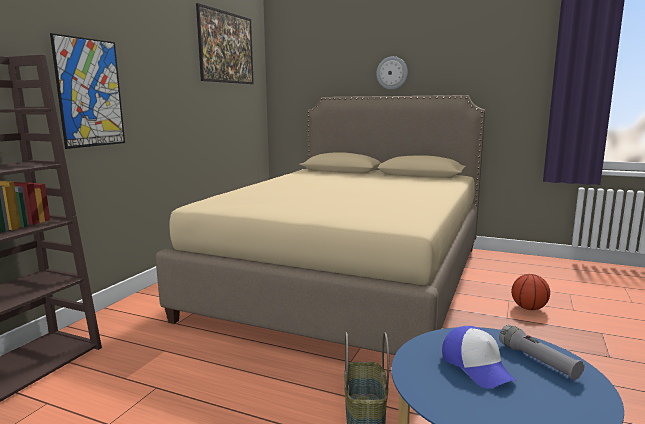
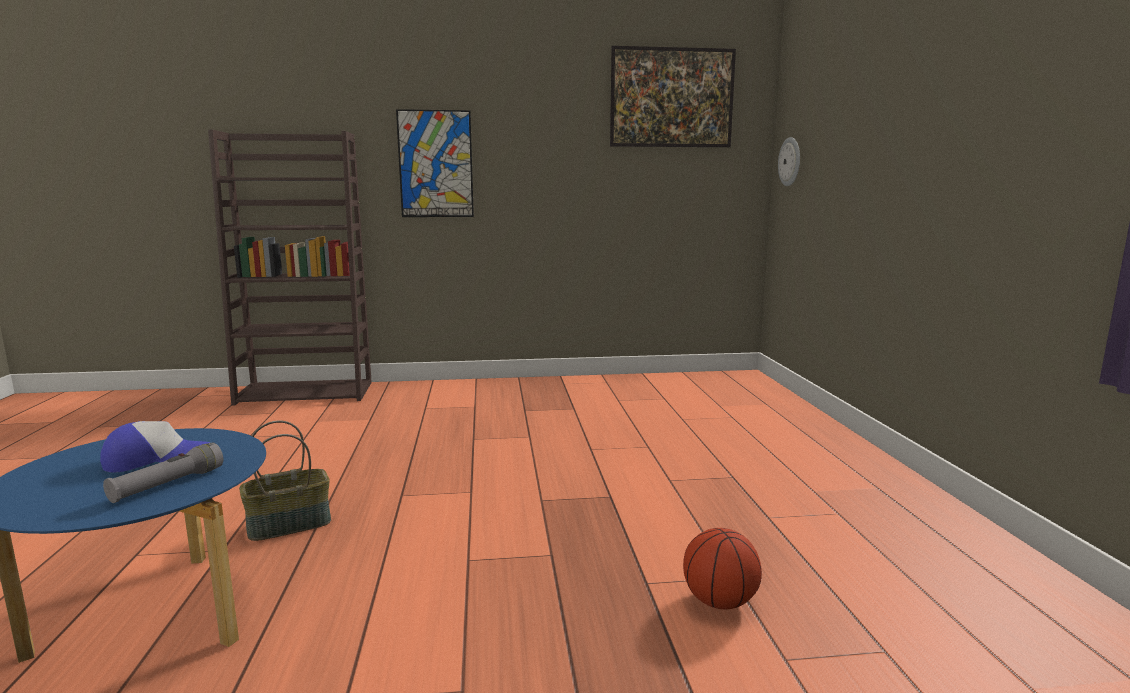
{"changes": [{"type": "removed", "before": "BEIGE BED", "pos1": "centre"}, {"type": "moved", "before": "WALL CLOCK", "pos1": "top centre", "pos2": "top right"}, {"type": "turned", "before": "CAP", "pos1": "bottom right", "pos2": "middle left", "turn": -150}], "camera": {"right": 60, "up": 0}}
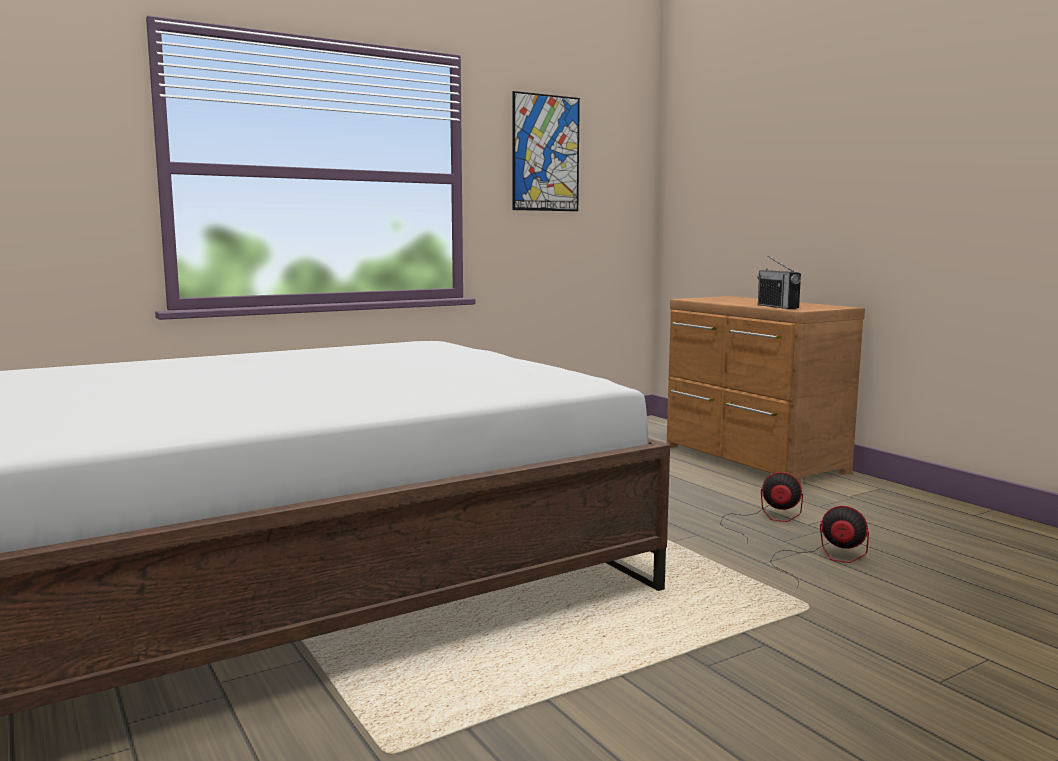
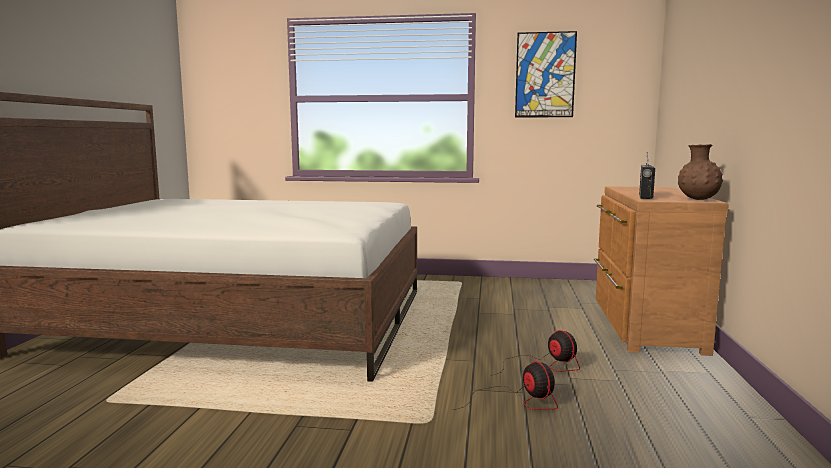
{"changes": [{"type": "added", "after": "BROWN VASE", "pos2": "middle right"}], "camera": {"right": 40, "up": 0}}
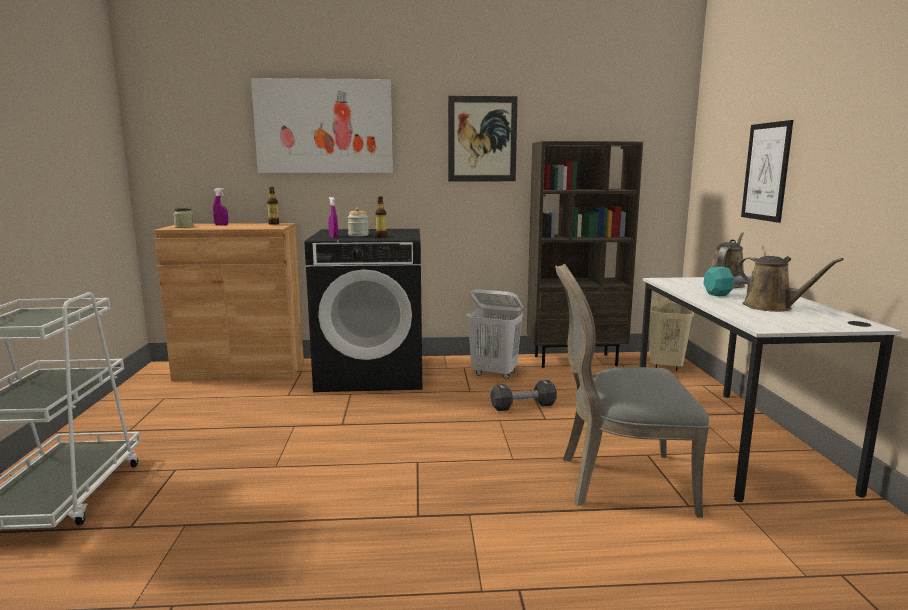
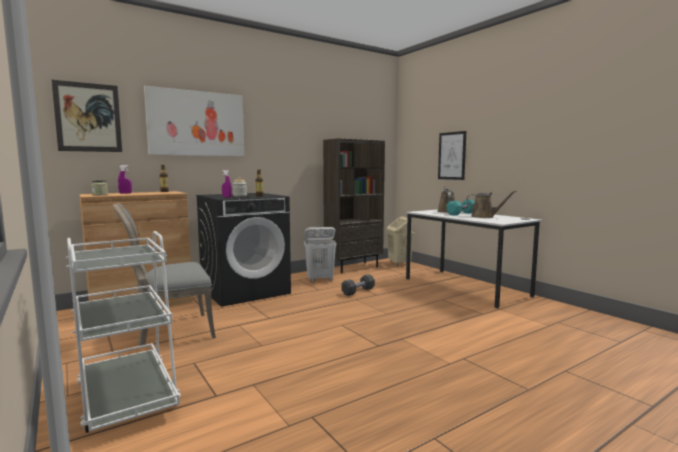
{"changes": [{"type": "moved", "before": "PICTURE (2nd from left in the first image)", "after": "PICTURE (1st from left)", "pos1": "top centre", "pos2": "top left"}, {"type": "moved", "before": "GREY CHAIR", "pos1": "middle right", "pos2": "middle left"}], "camera": {"right": -30, "up": -5}}
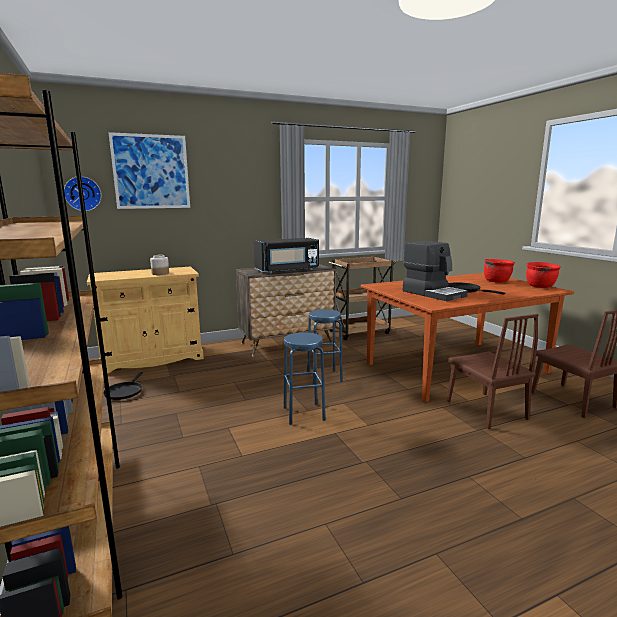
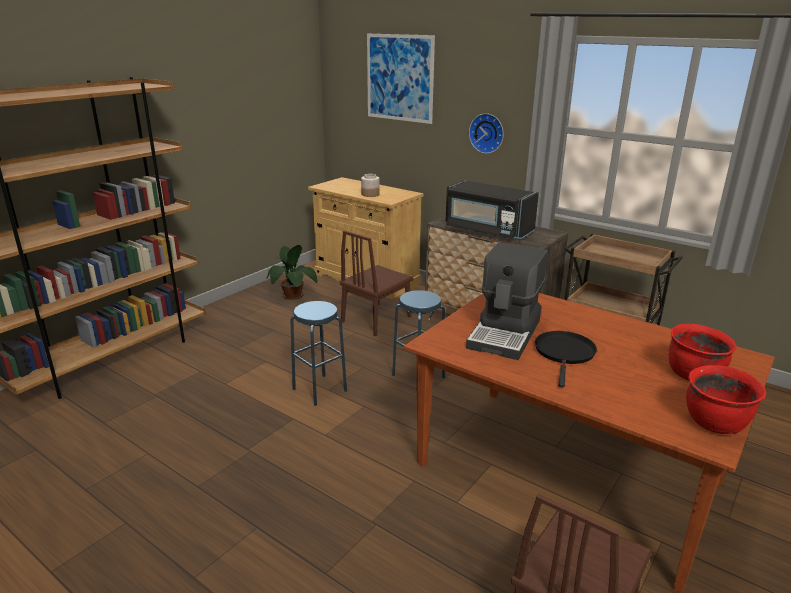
{"changes": [{"type": "moved", "before": "WALL CLOCK", "pos1": "top left", "pos2": "top centre"}, {"type": "replaced", "before": "BLACK FRYING PAN (1st from left)", "after": "POTTED PLANT", "pos1": "middle left", "pos2": "centre"}, {"type": "moved", "before": "BROWN CHAIR (1st from left)", "pos1": "middle right", "pos2": "centre"}], "camera": {"right": 60, "up": 10}}
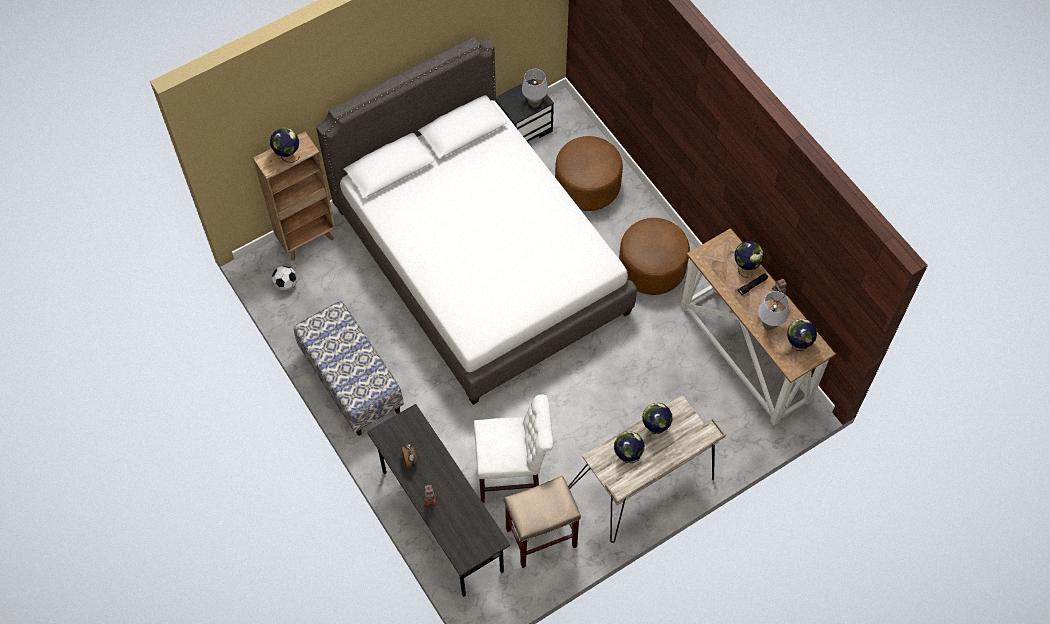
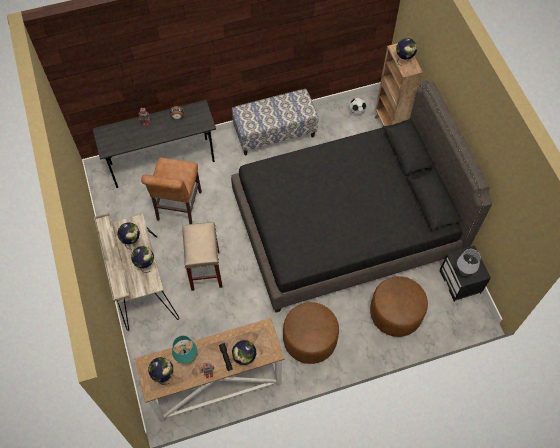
{"changes": [{"type": "recoloured", "before": "WHITE BED", "after": "BLACK BED", "pos1": "centre", "pos2": "centre"}, {"type": "recoloured", "before": "WHITE CHAIR", "after": "BROWN CHAIR", "pos1": "bottom centre", "pos2": "middle left"}, {"type": "moved", "before": "BEIGE STOOL", "pos1": "bottom centre", "pos2": "centre"}, {"type": "recoloured", "before": "GREY TABLE LAMP (2nd from left)", "after": "TURQUOISE TABLE LAMP", "pos1": "middle right", "pos2": "bottom left"}], "camera": {"right": 105, "up": 0}}
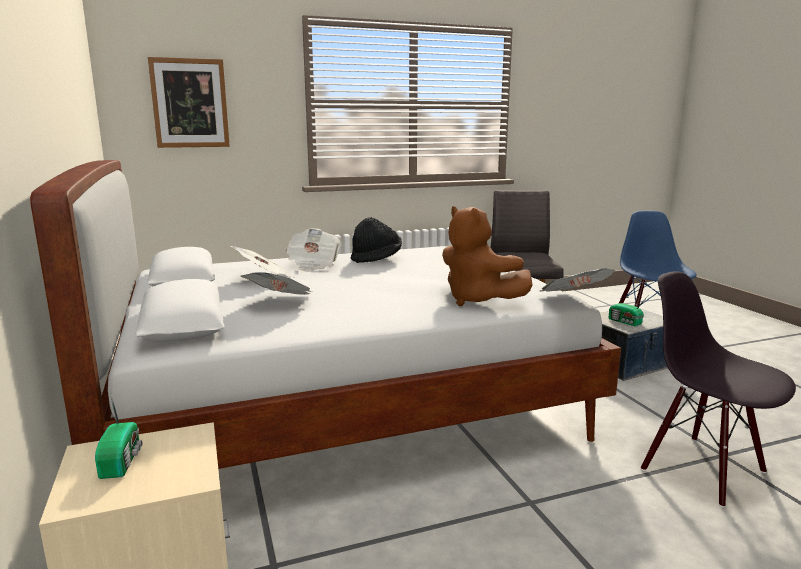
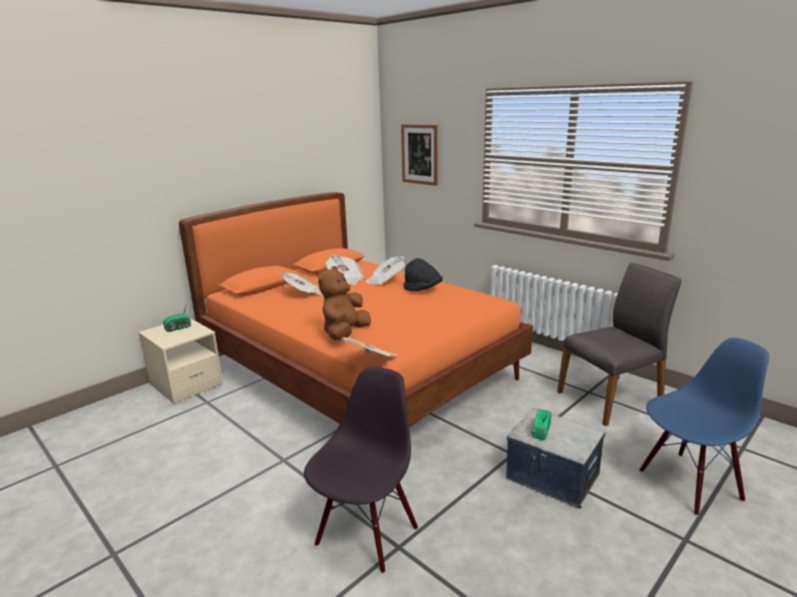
{"changes": [{"type": "recoloured", "before": "WHITE BED", "after": "ORANGE BED", "pos1": "centre", "pos2": "centre"}], "camera": {"right": 65, "up": 5}}
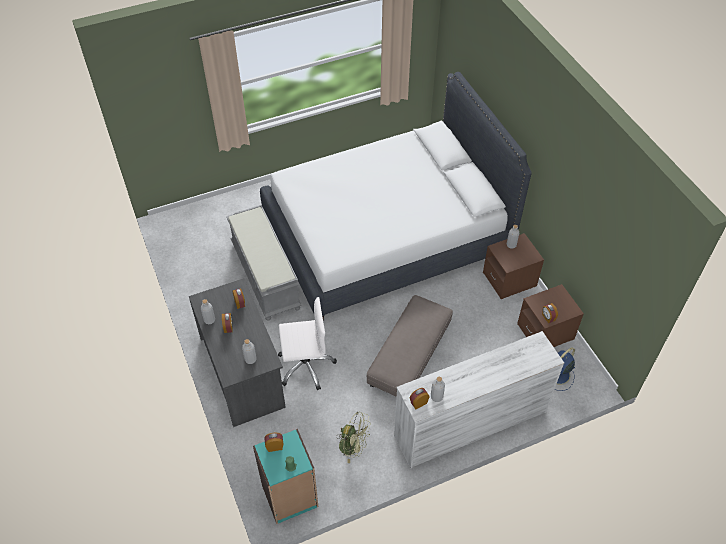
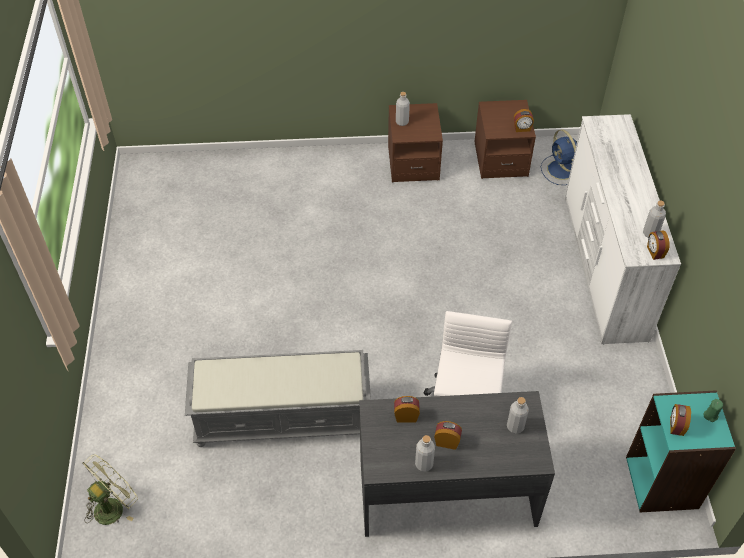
{"changes": [{"type": "removed", "before": "WHITE BED", "pos1": "centre"}, {"type": "moved", "before": "GREEN FAN", "pos1": "bottom centre", "pos2": "bottom left"}, {"type": "removed", "before": "GREY OTTOMAN", "pos1": "centre"}], "camera": {"right": -70, "up": 0}}
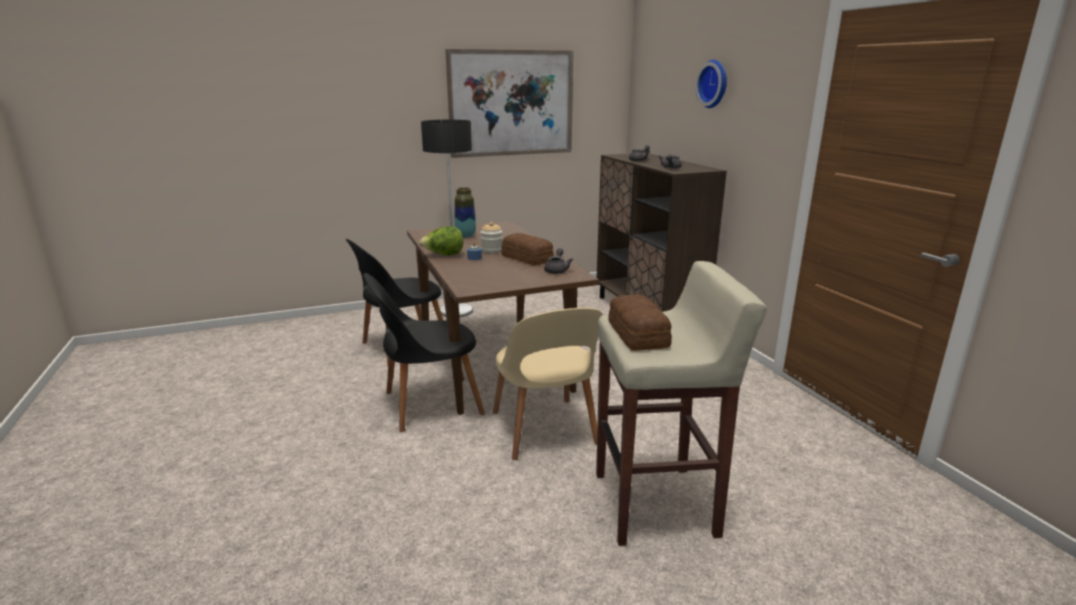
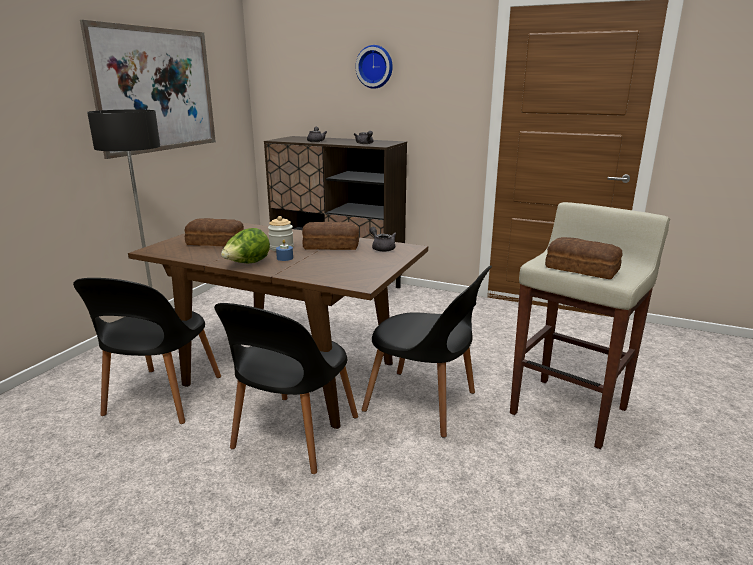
{"changes": [{"type": "replaced", "before": "VASE", "after": "BREAD (1st from left)", "pos1": "centre", "pos2": "middle left"}, {"type": "recoloured", "before": "BEIGE CHAIR", "after": "BLACK CHAIR (3rd from left)", "pos1": "centre", "pos2": "centre"}], "camera": {"right": -45, "up": 0}}
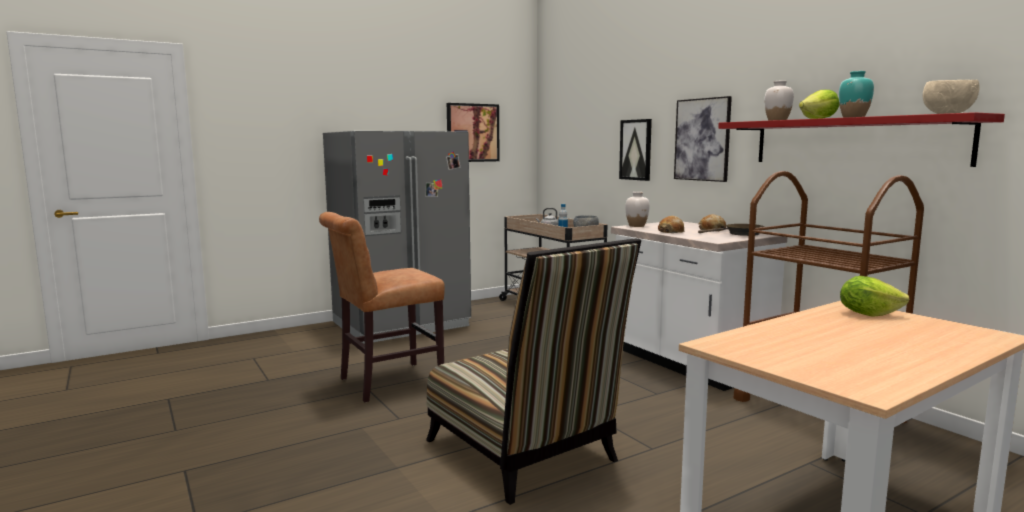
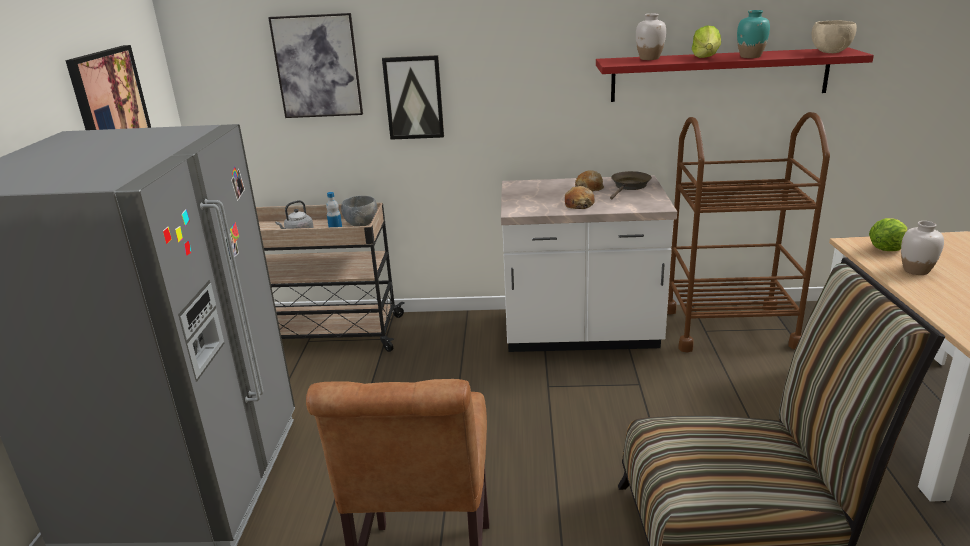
{"changes": [{"type": "moved", "before": "WHITE VASE (1st from left in the first image)", "after": "WHITE VASE (2nd from left)", "pos1": "centre", "pos2": "middle right"}, {"type": "moved", "before": "PICTURE (3rd from left in the first image)", "after": "PICTURE (2nd from left)", "pos1": "top right", "pos2": "top left"}], "camera": {"right": -55, "up": 15}}
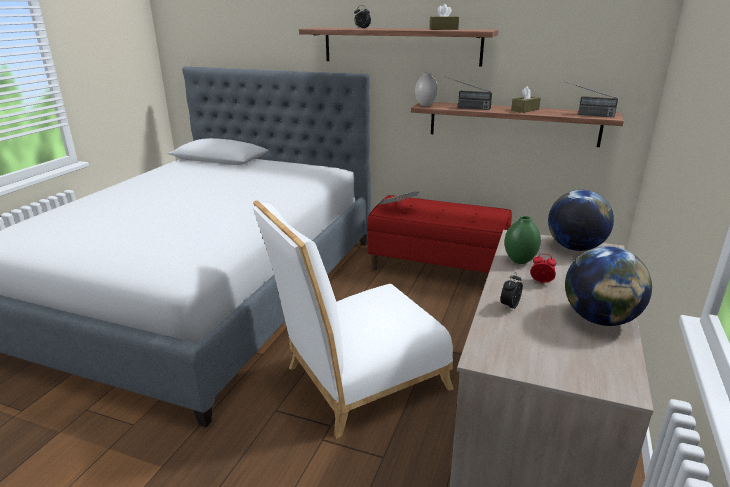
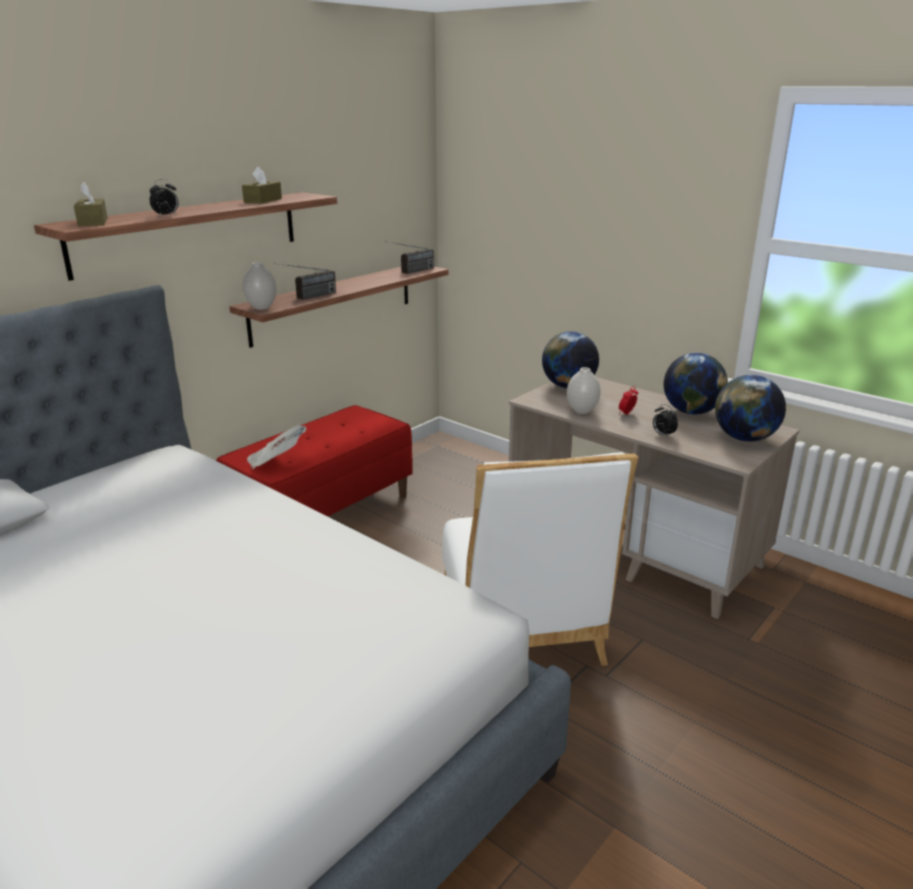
{"changes": [{"type": "recoloured", "before": "GREEN VASE", "after": "WHITE VASE (2nd from left)", "pos1": "middle right", "pos2": "centre"}, {"type": "moved", "before": "BROWN TISSUE BOX (2nd from left in the first image)", "after": "BROWN TISSUE BOX (1st from left)", "pos1": "top right", "pos2": "top left"}, {"type": "added", "after": "GLOBE (3rd from left)", "pos2": "middle right"}], "camera": {"right": -70, "up": 0}}
